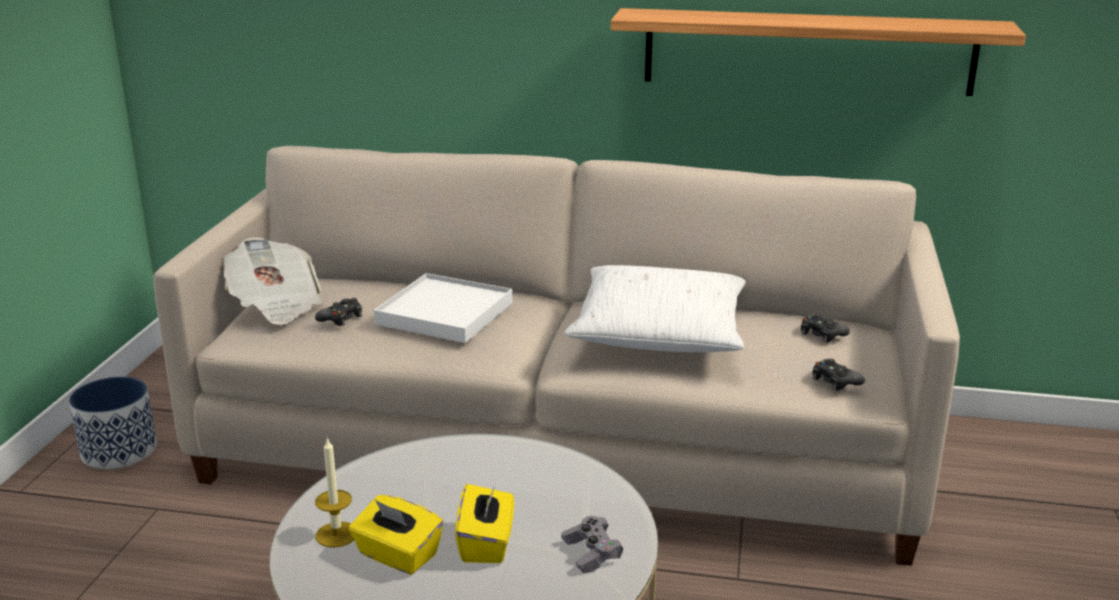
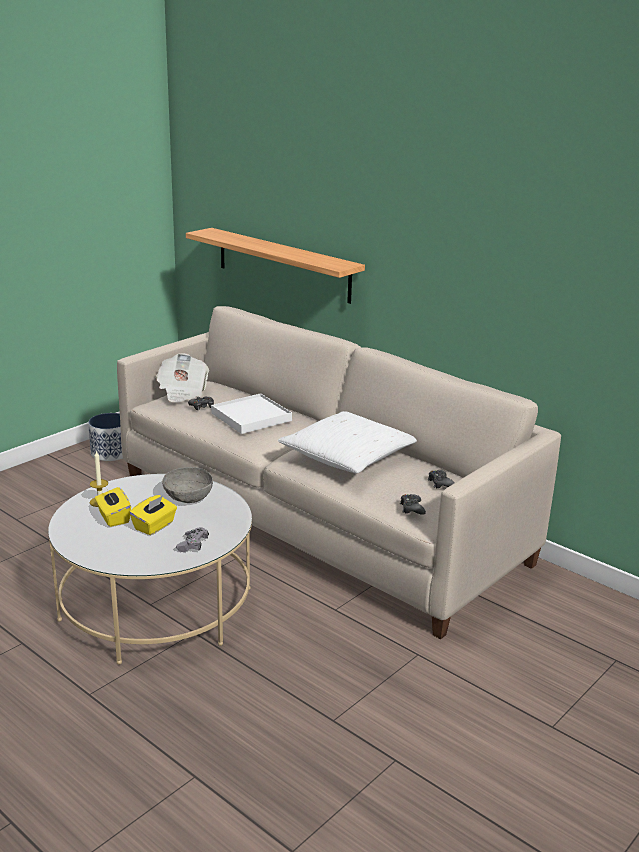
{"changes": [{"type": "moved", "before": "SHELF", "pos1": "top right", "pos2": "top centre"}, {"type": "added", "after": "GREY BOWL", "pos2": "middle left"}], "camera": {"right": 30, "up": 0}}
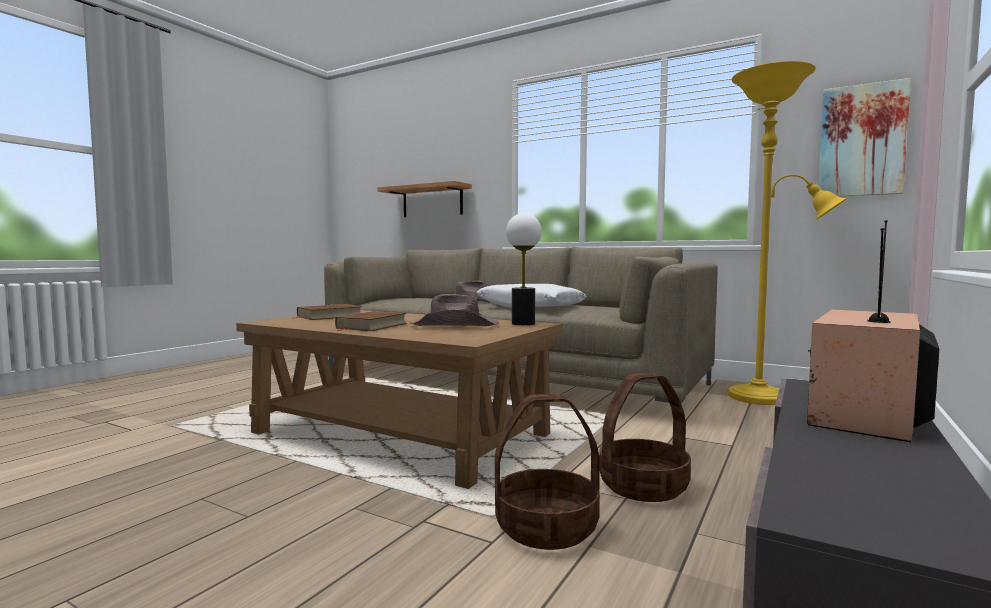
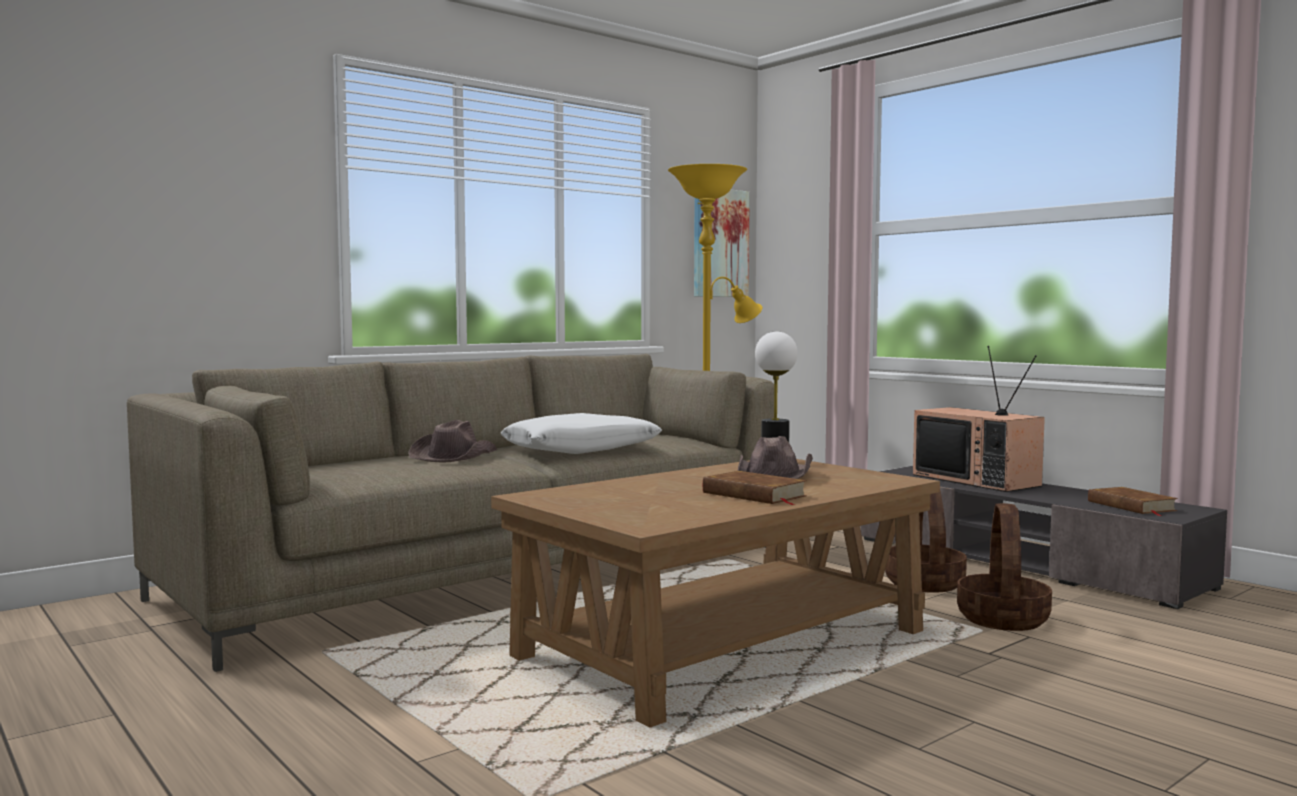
{"changes": [{"type": "moved", "before": "BROWN BOOK (1st from left in the first image)", "after": "BROWN BOOK (2nd from left)", "pos1": "middle left", "pos2": "middle right"}, {"type": "removed", "before": "SHELF", "pos1": "top centre"}], "camera": {"right": -70, "up": 0}}
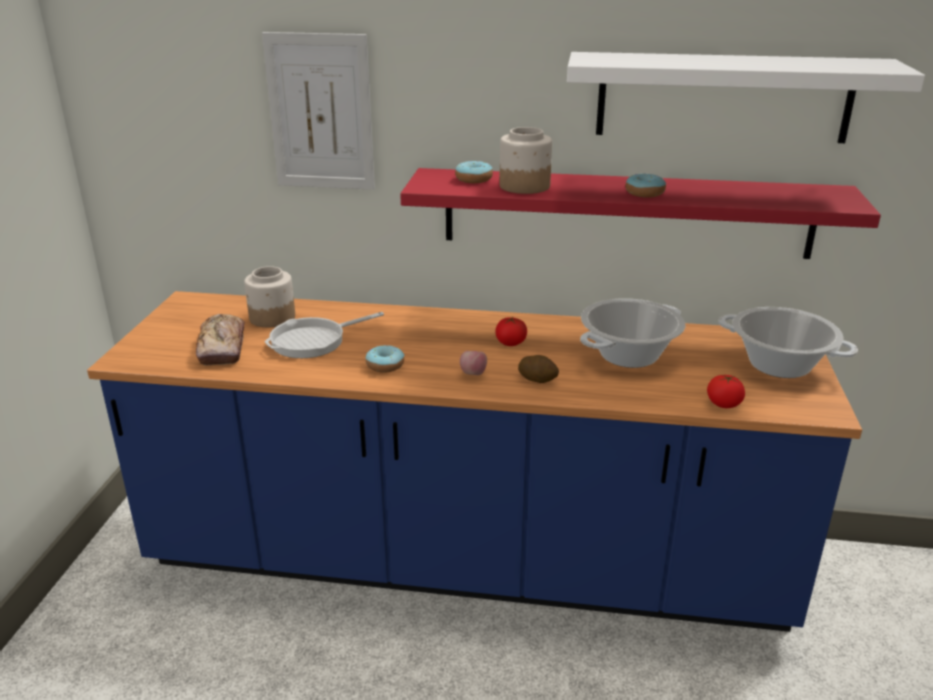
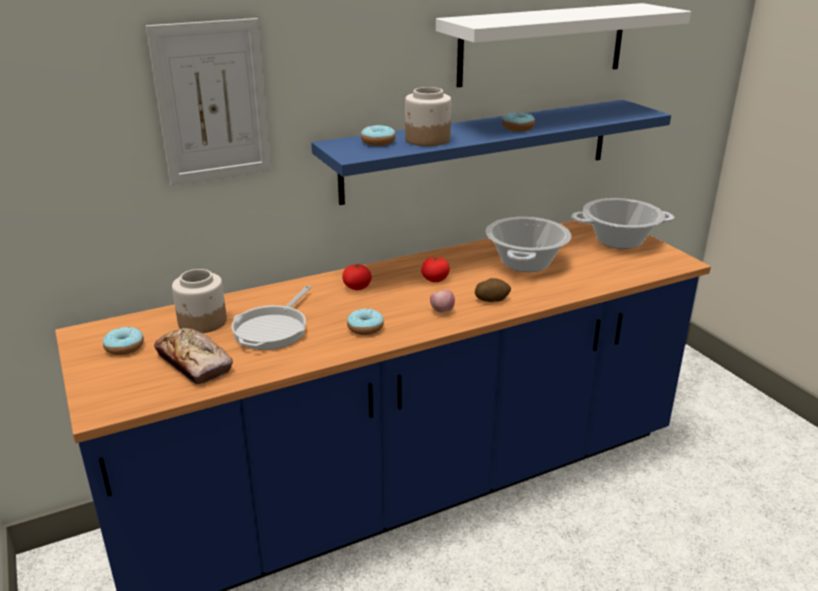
{"changes": [{"type": "recoloured", "before": "RED SHELF", "after": "BLUE SHELF", "pos1": "top right", "pos2": "top centre"}, {"type": "moved", "before": "TOMATO (2nd from left in the first image)", "after": "TOMATO (1st from left)", "pos1": "middle right", "pos2": "centre"}, {"type": "added", "after": "DONUT (1st from left)", "pos2": "middle left"}], "camera": {"right": -35, "up": 0}}
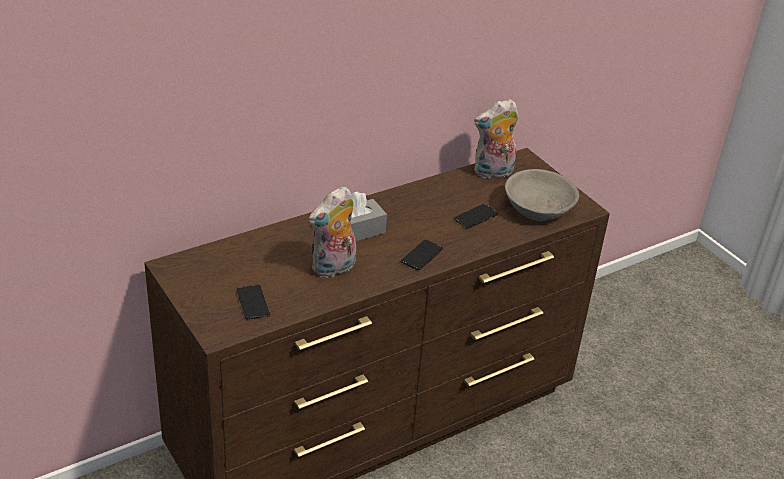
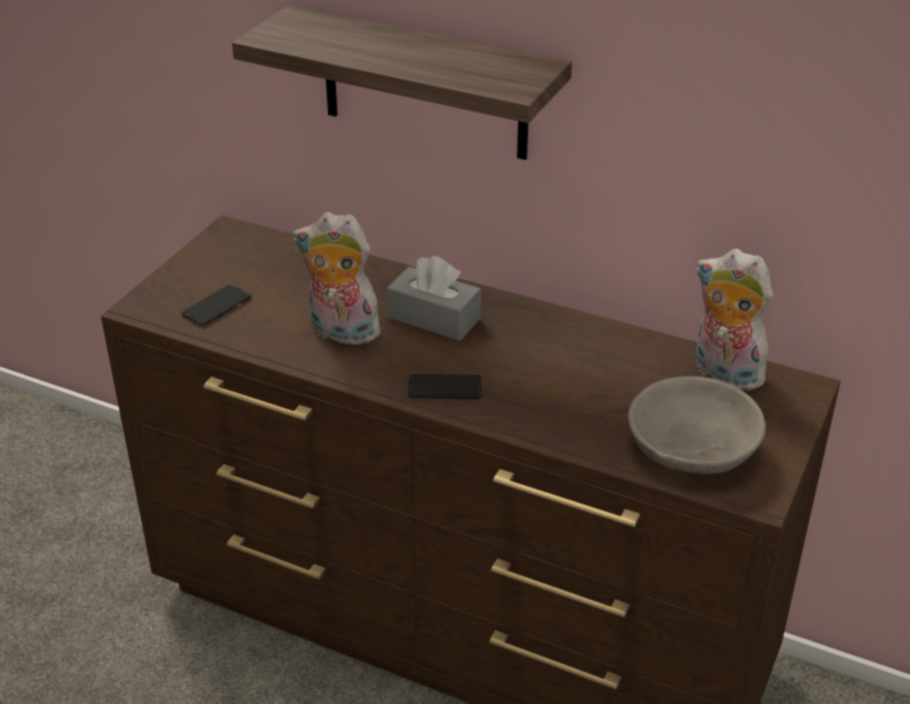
{"changes": [{"type": "removed", "before": "PHONE (3rd from left)", "pos1": "centre"}, {"type": "added", "after": "SHELF", "pos2": "top centre"}], "camera": {"right": 60, "up": 0}}
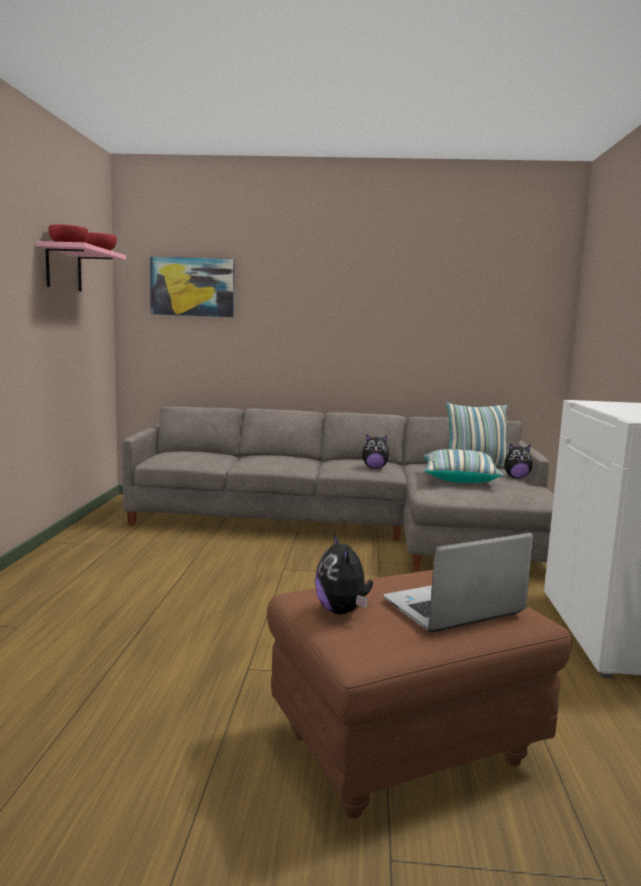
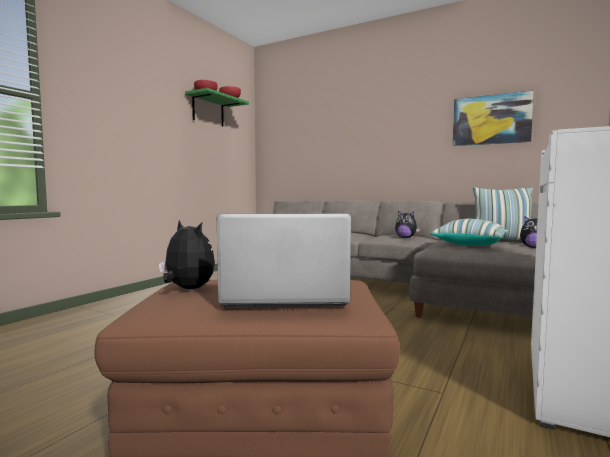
{"changes": [{"type": "recoloured", "before": "PINK SHELF", "after": "GREEN SHELF", "pos1": "top left", "pos2": "top centre"}, {"type": "moved", "before": "PICTURE", "pos1": "top left", "pos2": "top right"}, {"type": "turned", "before": "PLUSH TOY (1st from left)", "pos1": "centre", "pos2": "middle left", "turn": 120}], "camera": {"right": 25, "up": -5}}
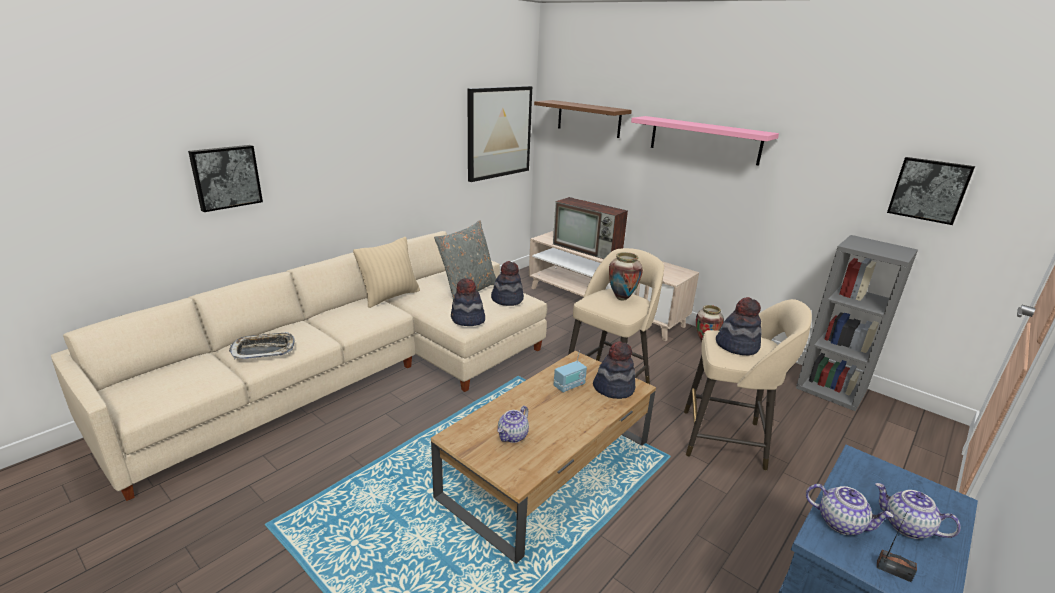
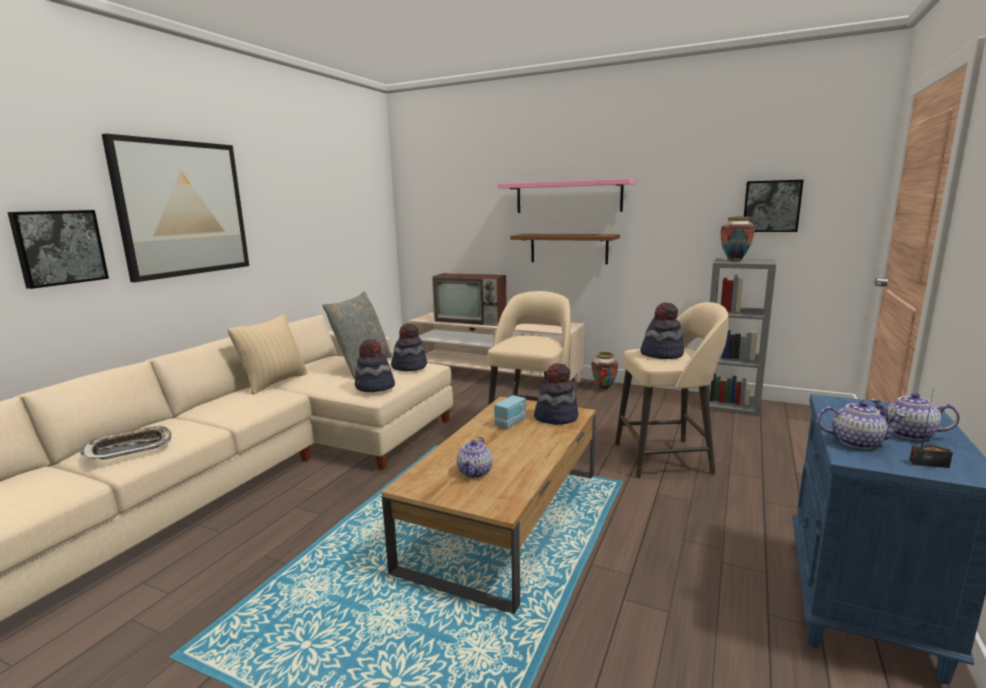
{"changes": [{"type": "moved", "before": "PICTURE (2nd from left)", "pos1": "top centre", "pos2": "top left"}, {"type": "moved", "before": "BROWN SHELF", "pos1": "top centre", "pos2": "centre"}, {"type": "moved", "before": "VASE (1st from left in the first image)", "after": "VASE (2nd from left)", "pos1": "centre", "pos2": "middle right"}], "camera": {"right": -15, "up": -10}}
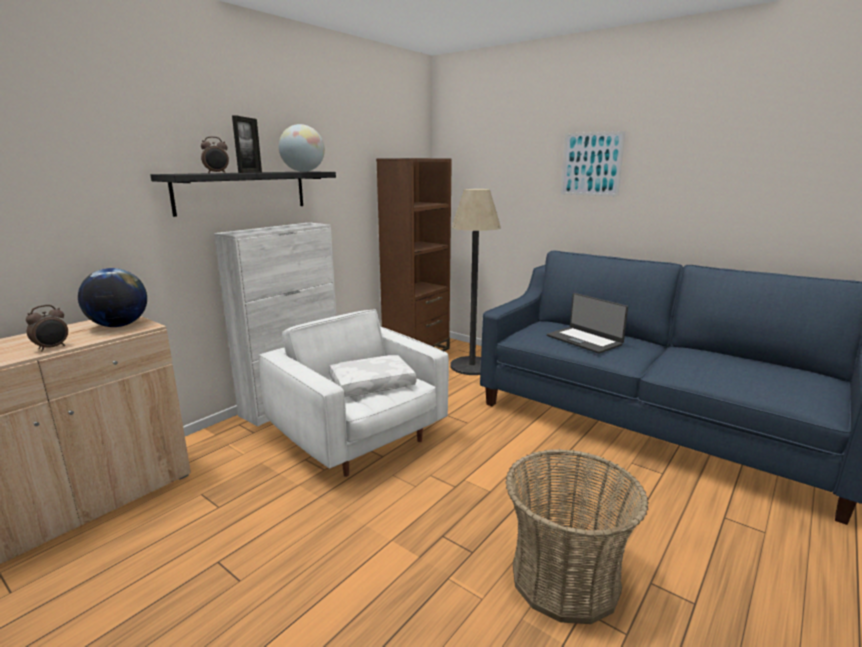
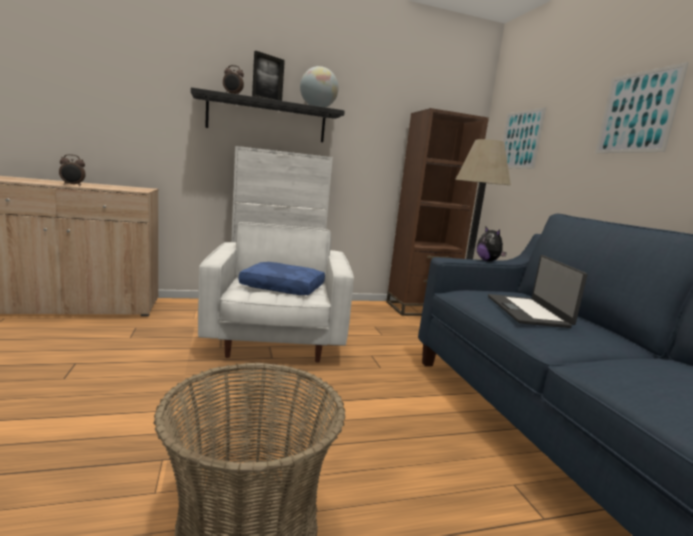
{"changes": [{"type": "removed", "before": "GLOBE (1st from left)", "pos1": "middle left"}, {"type": "recoloured", "before": "WHITE PILLOW", "after": "BLUE PILLOW", "pos1": "centre", "pos2": "centre"}, {"type": "added", "after": "PLUSH TOY", "pos2": "middle right"}, {"type": "added", "after": "PICTURE (1st from left)", "pos2": "top right"}], "camera": {"right": 35, "up": -5}}
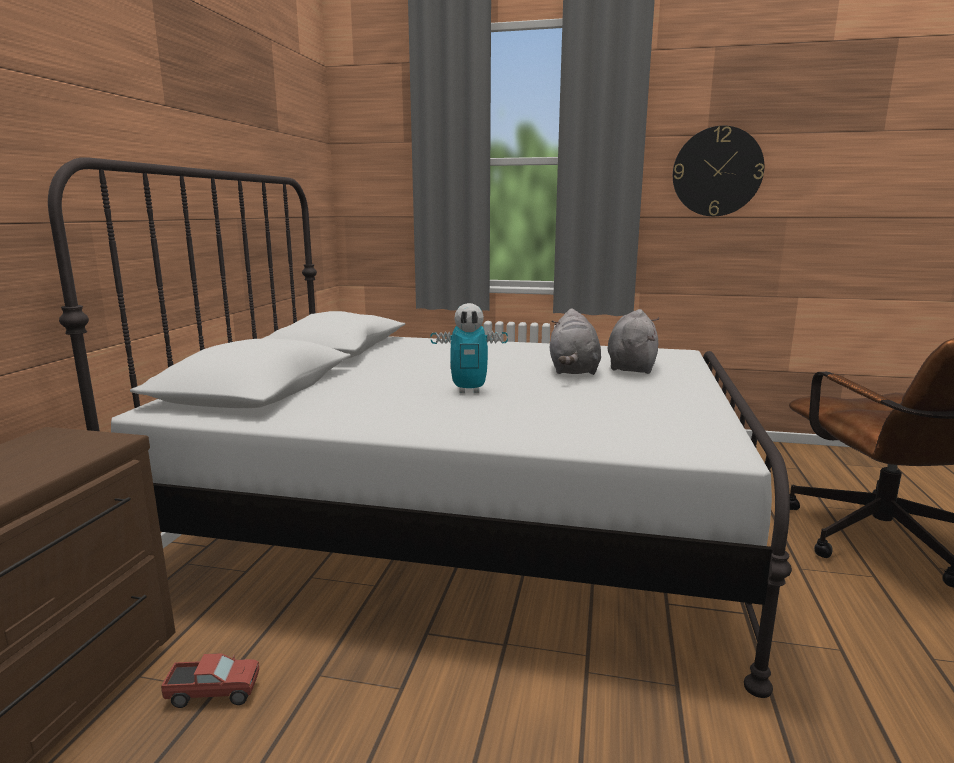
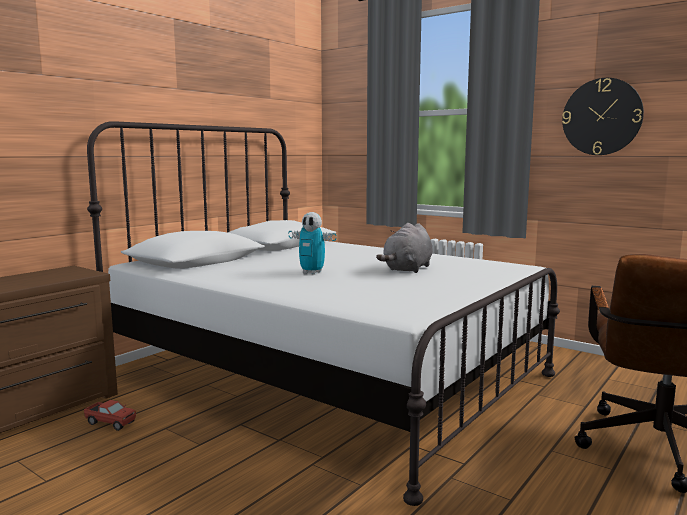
{"changes": [{"type": "removed", "before": "GREY PLUSH TOY (2nd from left)", "pos1": "centre"}], "camera": {"right": 25, "up": -5}}
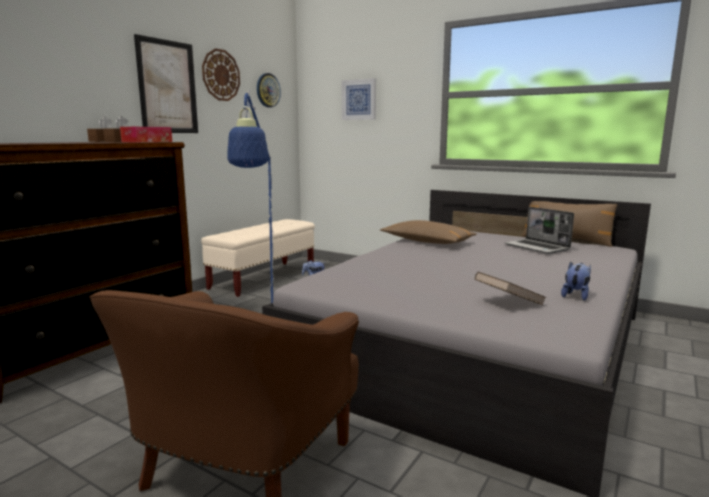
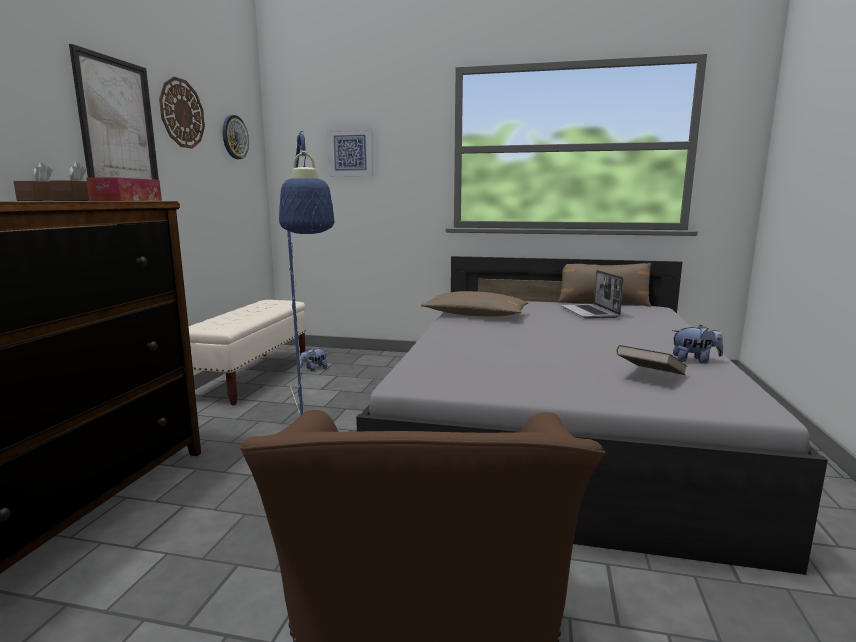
{"changes": [{"type": "turned", "before": "LAPTOP", "pos1": "middle right", "pos2": "middle right", "turn": 45}, {"type": "turned", "before": "PLUSH TOY (2nd from left)", "pos1": "middle right", "pos2": "middle right", "turn": 90}], "camera": {"right": -20, "up": 0}}
